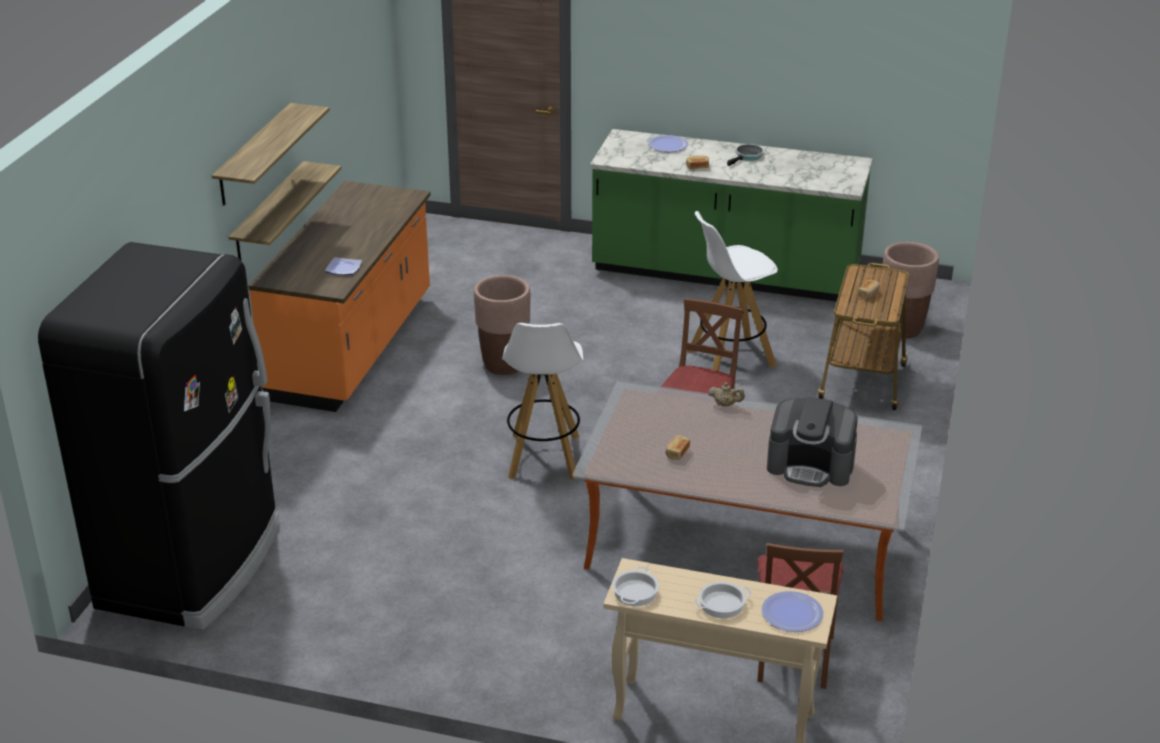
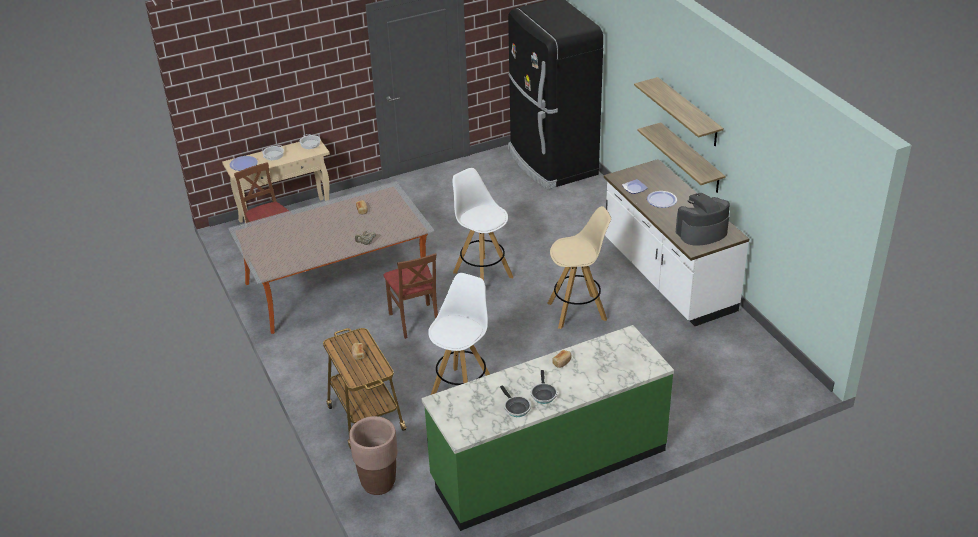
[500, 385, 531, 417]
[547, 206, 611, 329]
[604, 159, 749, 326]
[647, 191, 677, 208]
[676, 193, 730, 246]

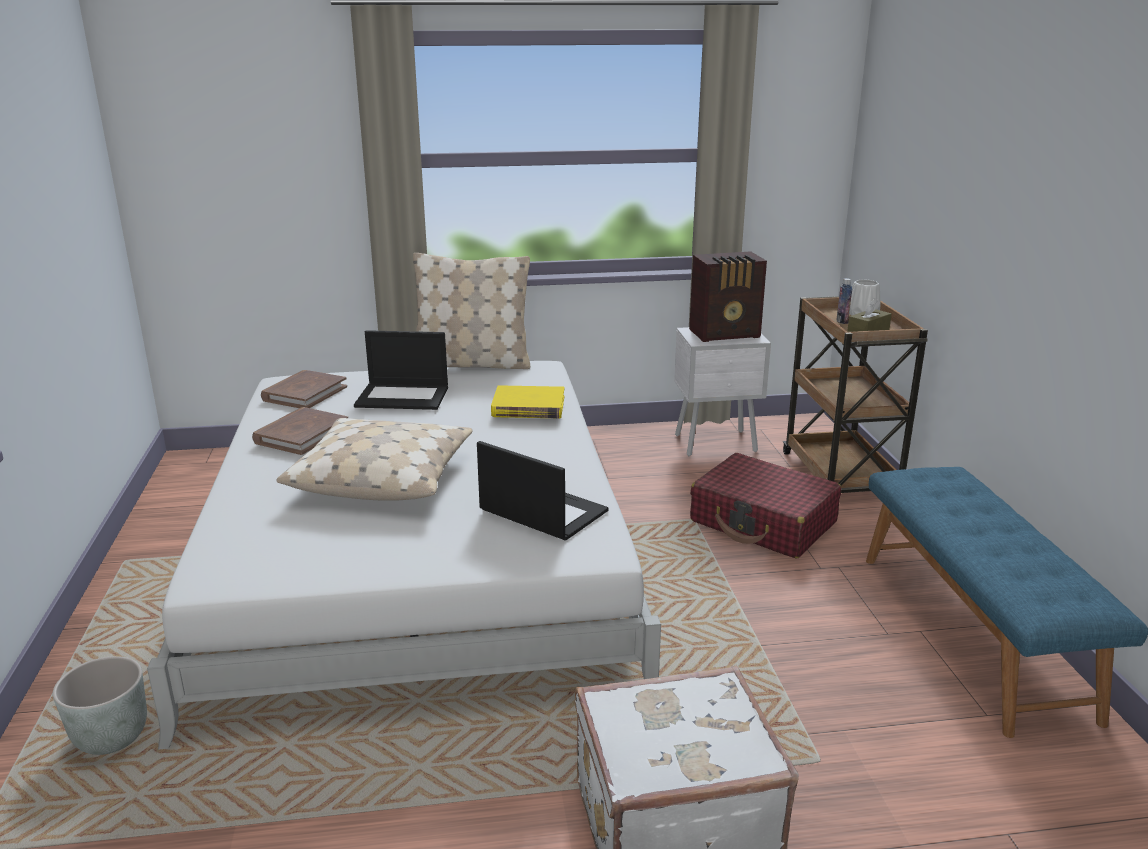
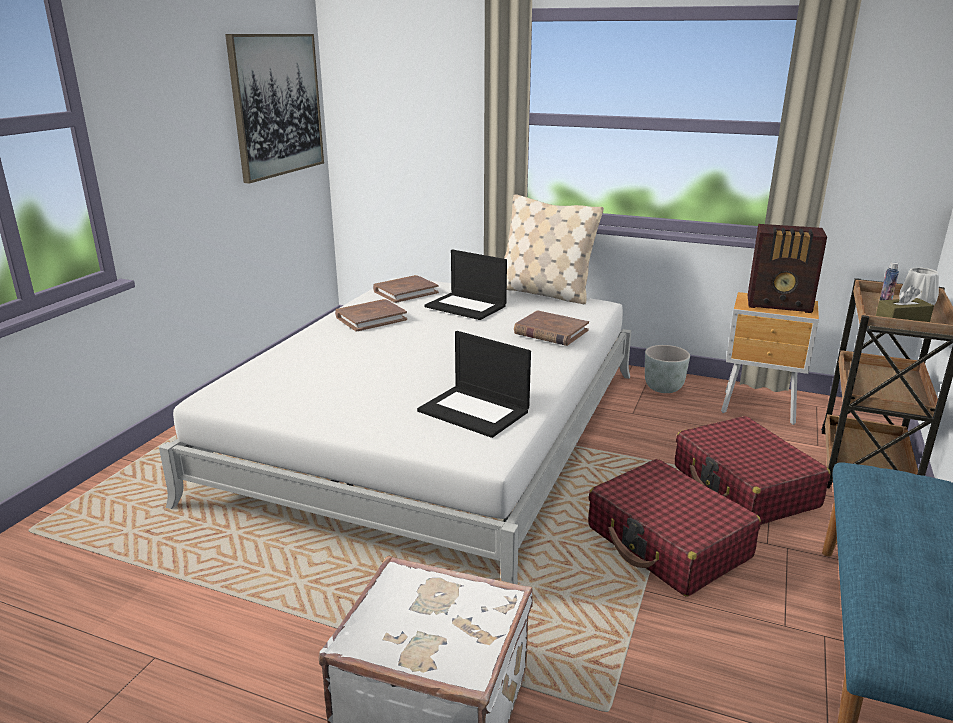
[225, 34, 324, 184]
[417, 331, 531, 438]
[514, 310, 589, 346]
[588, 459, 761, 597]
[645, 345, 690, 393]
[721, 292, 819, 425]
[276, 418, 473, 501] (first image)

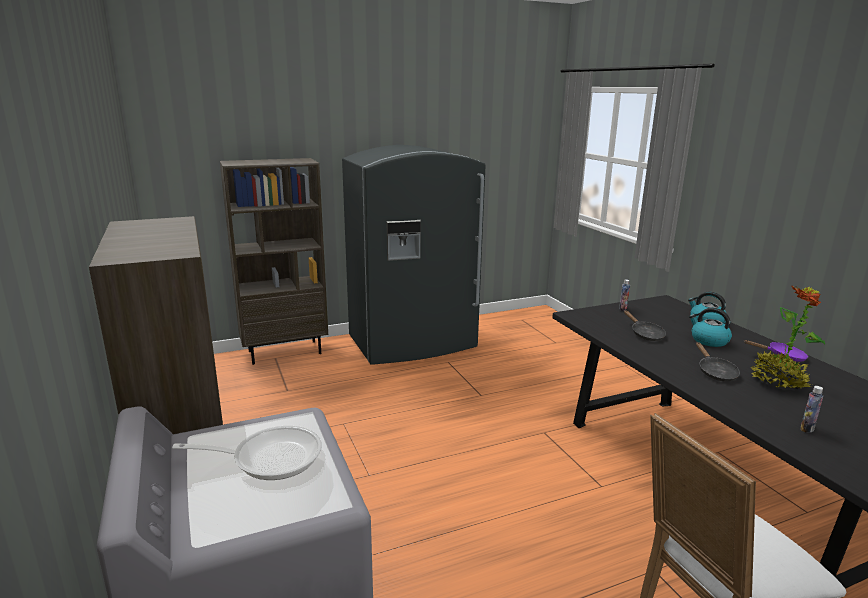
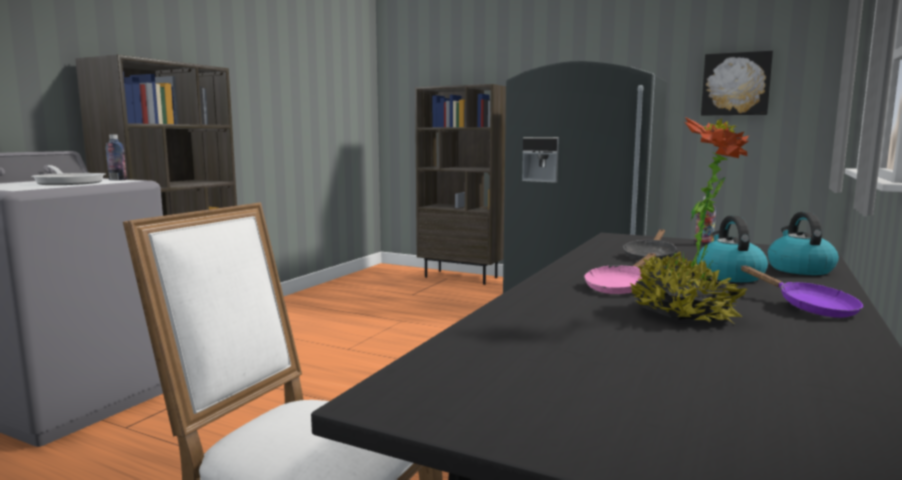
[106, 134, 127, 180]
[584, 253, 656, 294]
[701, 51, 773, 116]

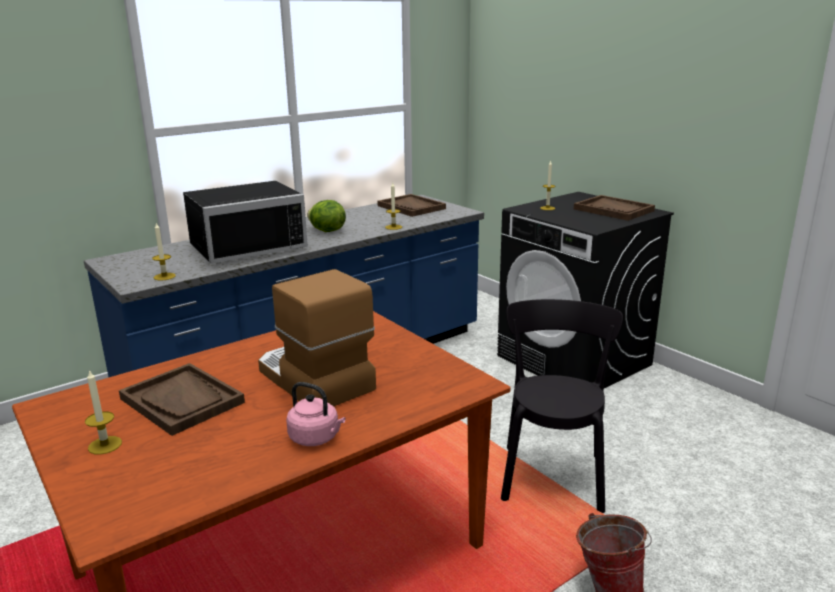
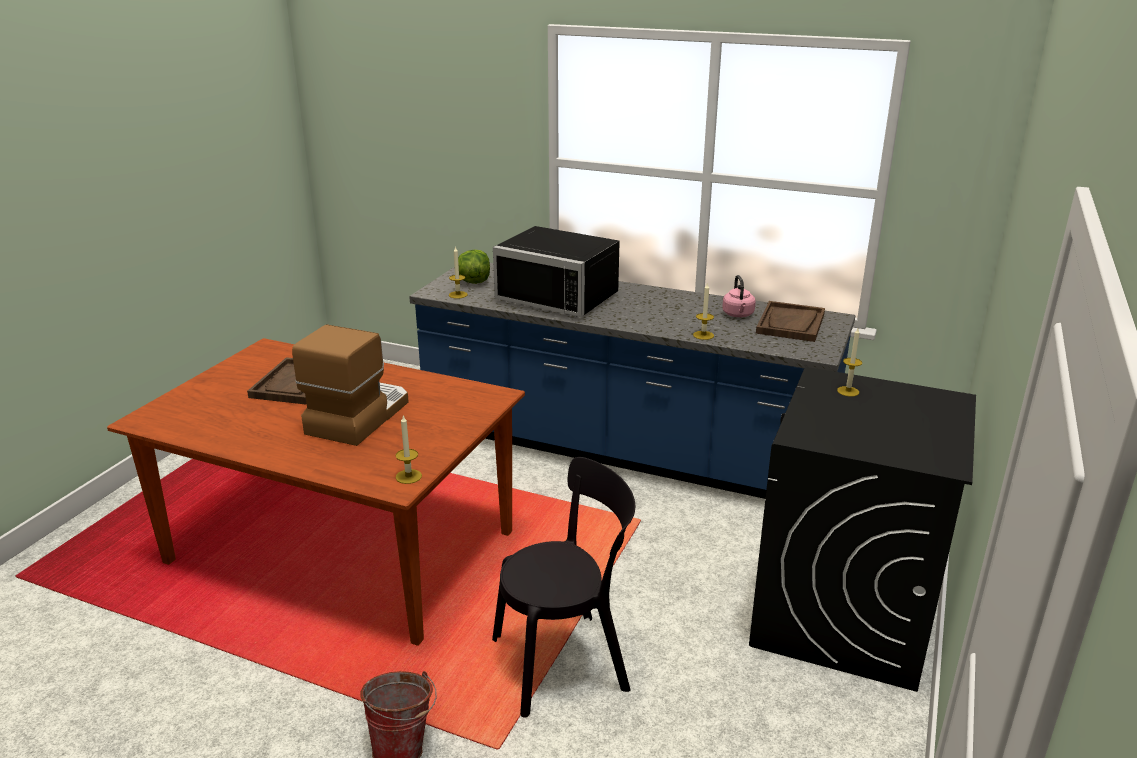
[395, 416, 422, 484]
[454, 249, 490, 284]
[722, 275, 756, 317]
[574, 195, 655, 221] (first image)

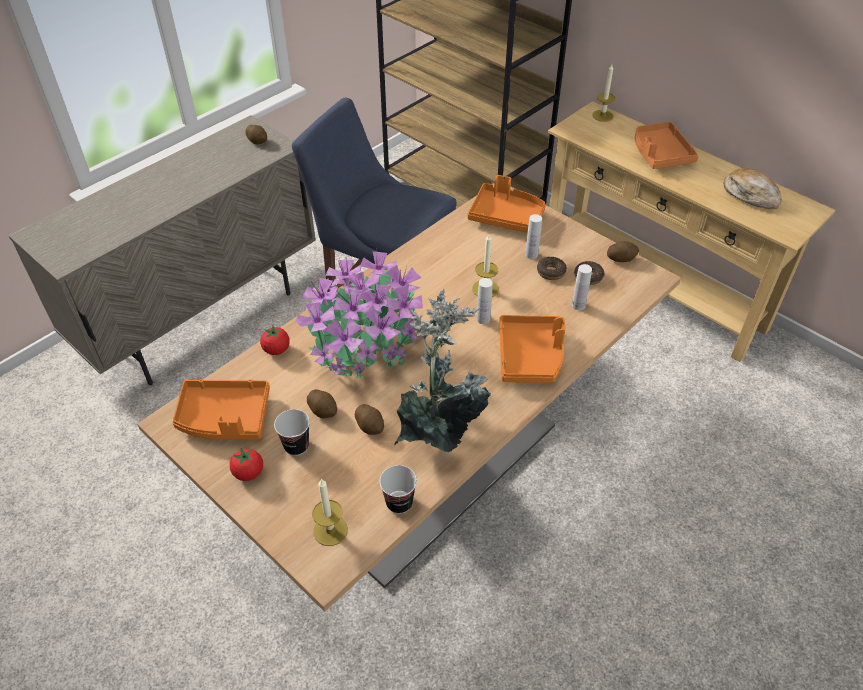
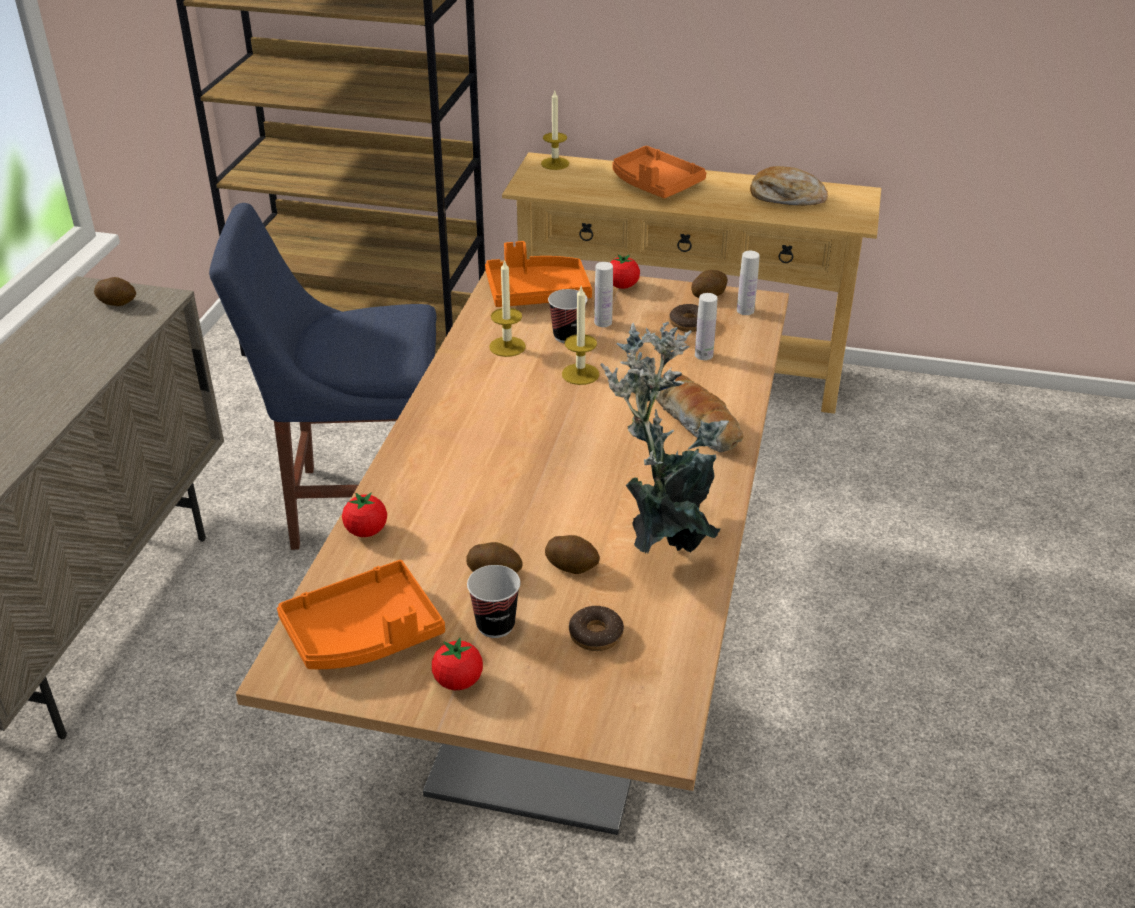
[489, 259, 526, 357]
[548, 289, 588, 343]
[569, 606, 624, 651]
[610, 254, 640, 289]
[656, 375, 744, 453]
[737, 251, 760, 315]
[295, 251, 423, 380] (first image)

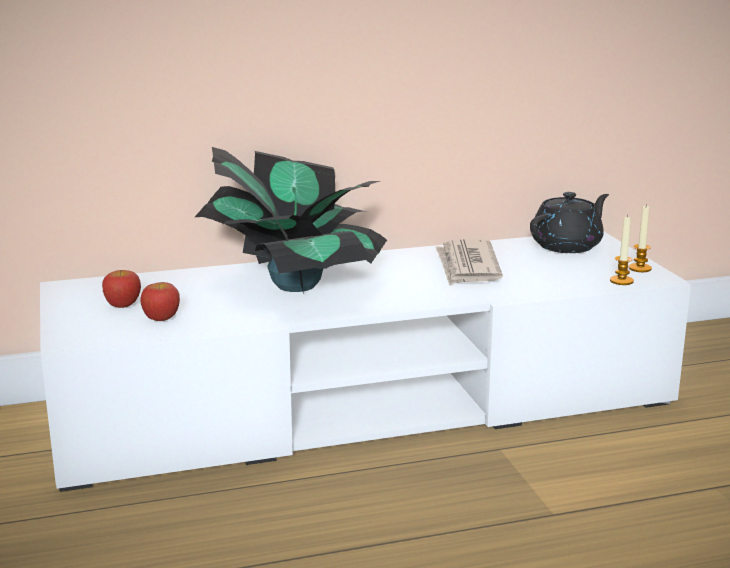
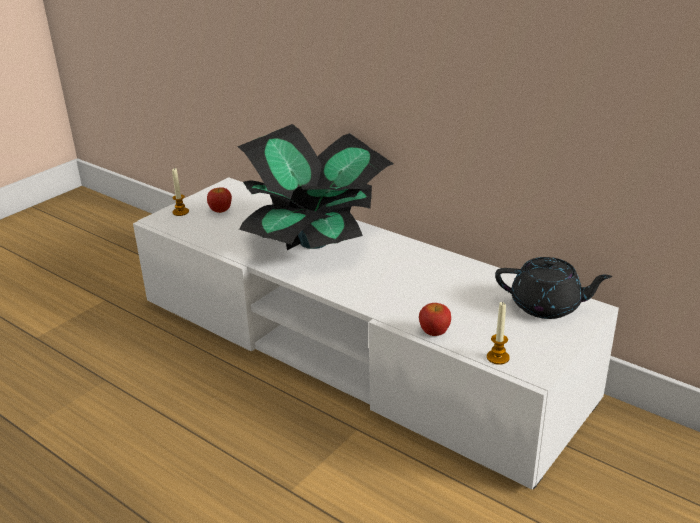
[172, 168, 189, 216]
[419, 303, 451, 336]
[436, 239, 503, 286] (first image)

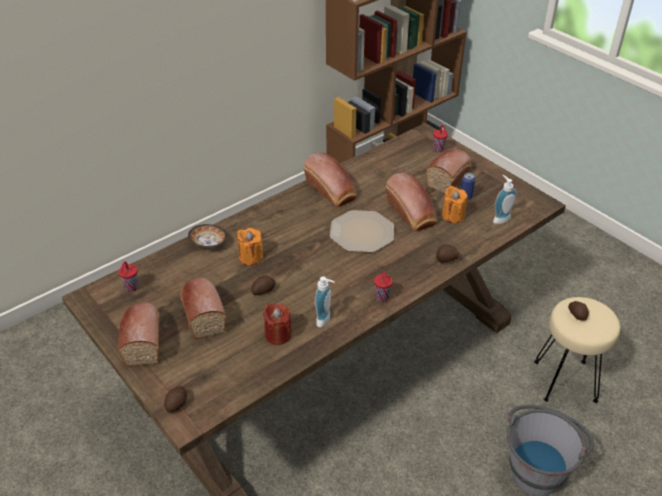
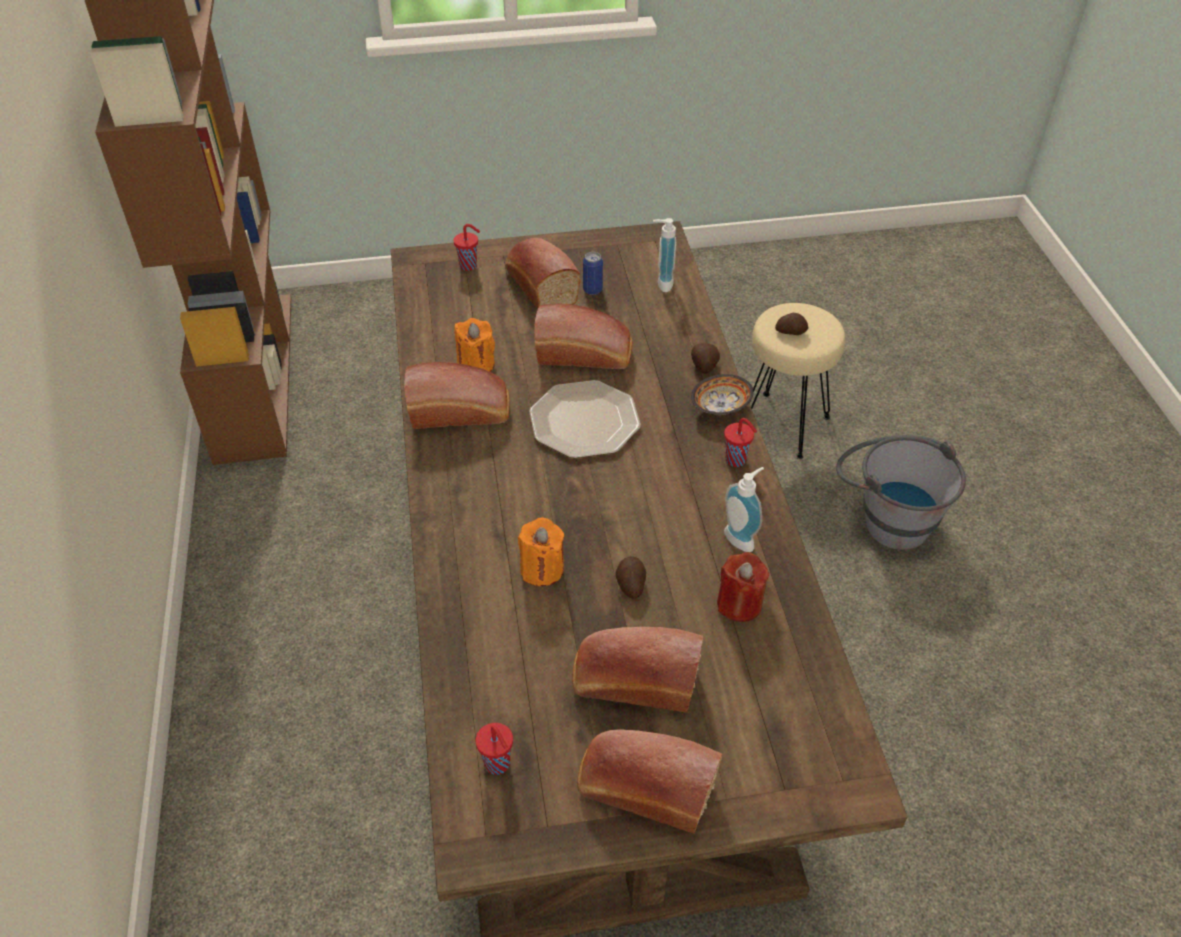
[454, 318, 495, 372]
[691, 374, 754, 415]
[164, 386, 187, 413] (first image)

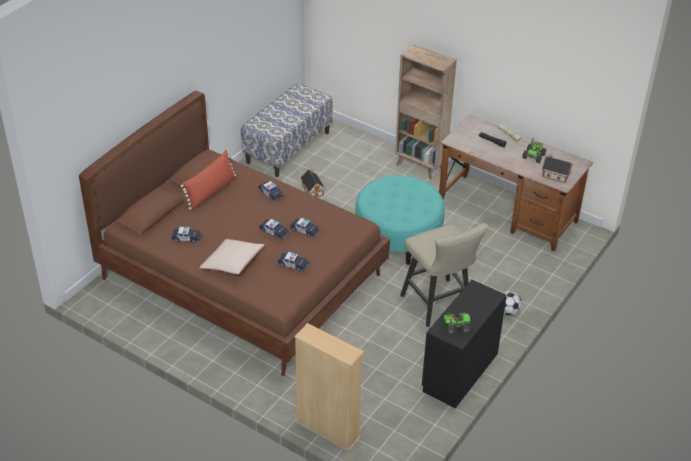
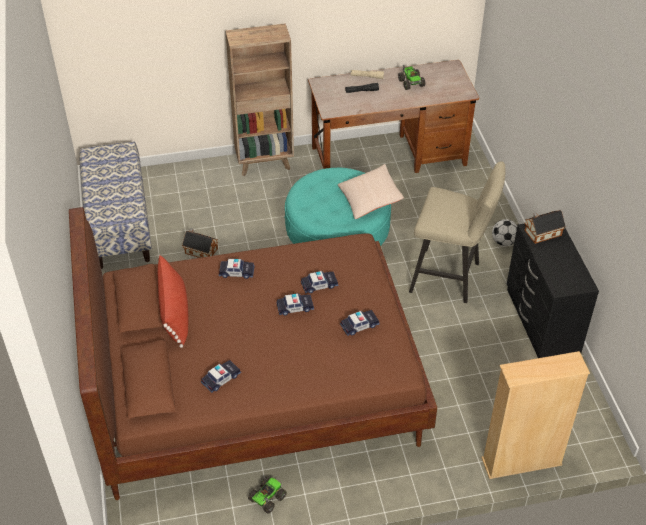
[248, 477, 287, 514]
[338, 164, 404, 219]
[525, 210, 566, 244]

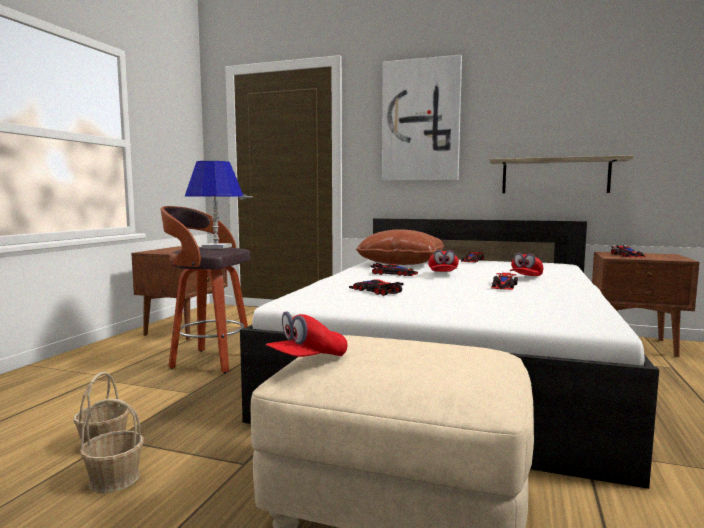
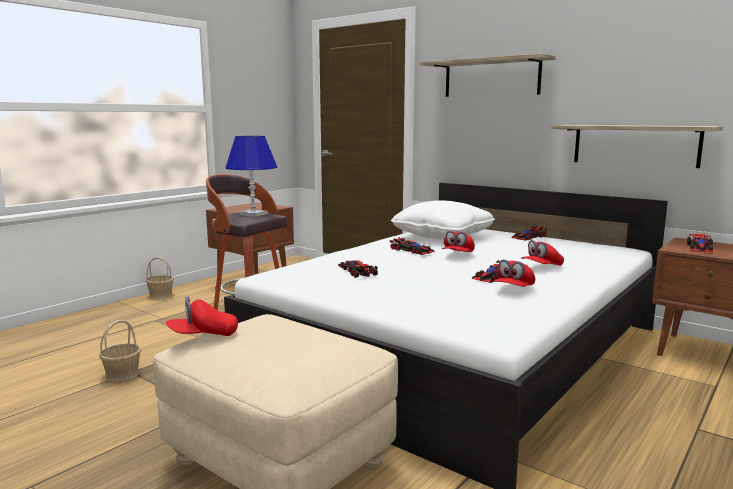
[145, 257, 174, 299]
[391, 200, 495, 240]
[420, 53, 556, 97]
[493, 259, 535, 287]

